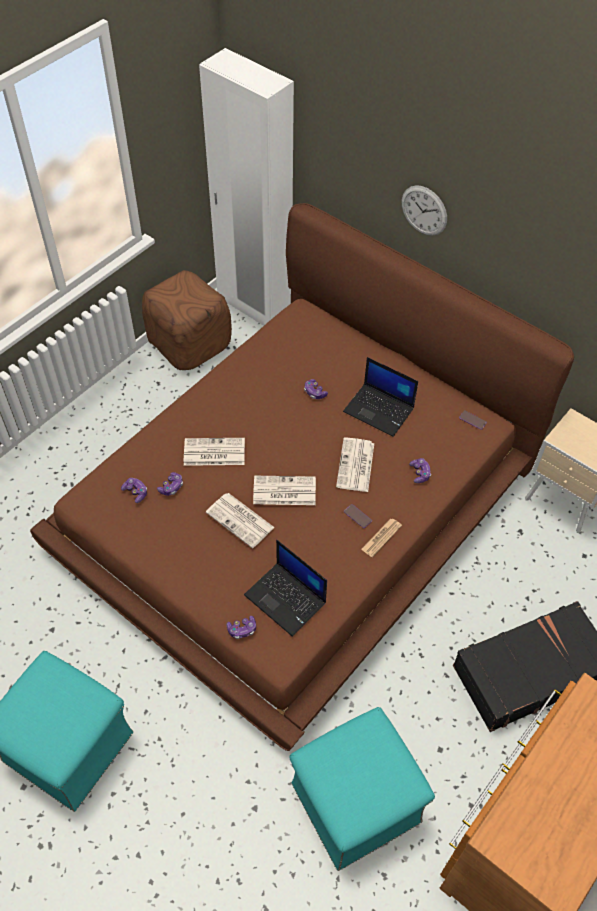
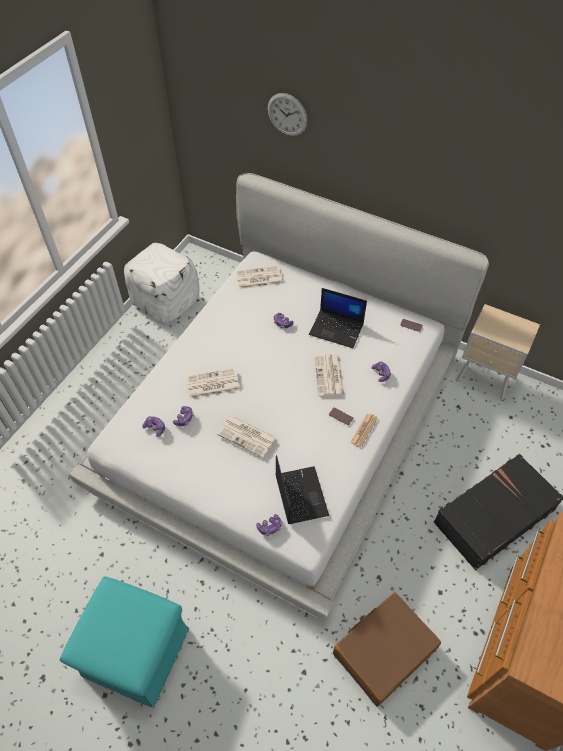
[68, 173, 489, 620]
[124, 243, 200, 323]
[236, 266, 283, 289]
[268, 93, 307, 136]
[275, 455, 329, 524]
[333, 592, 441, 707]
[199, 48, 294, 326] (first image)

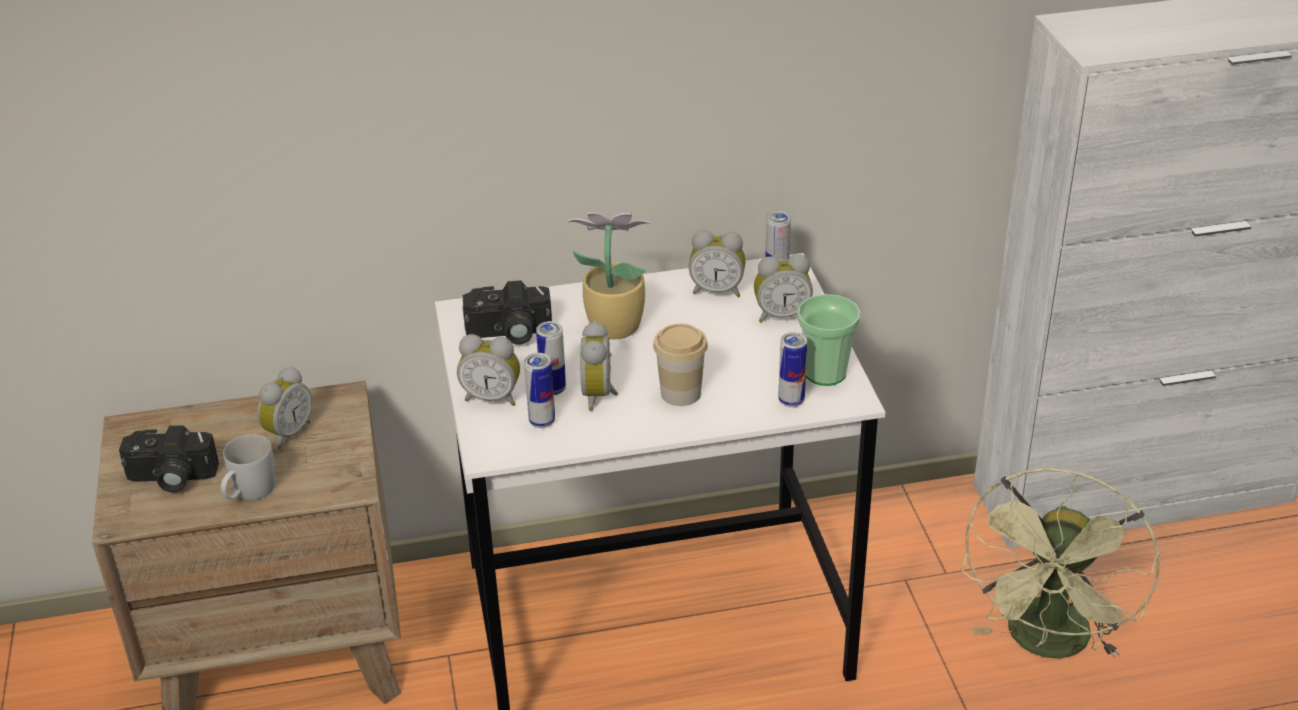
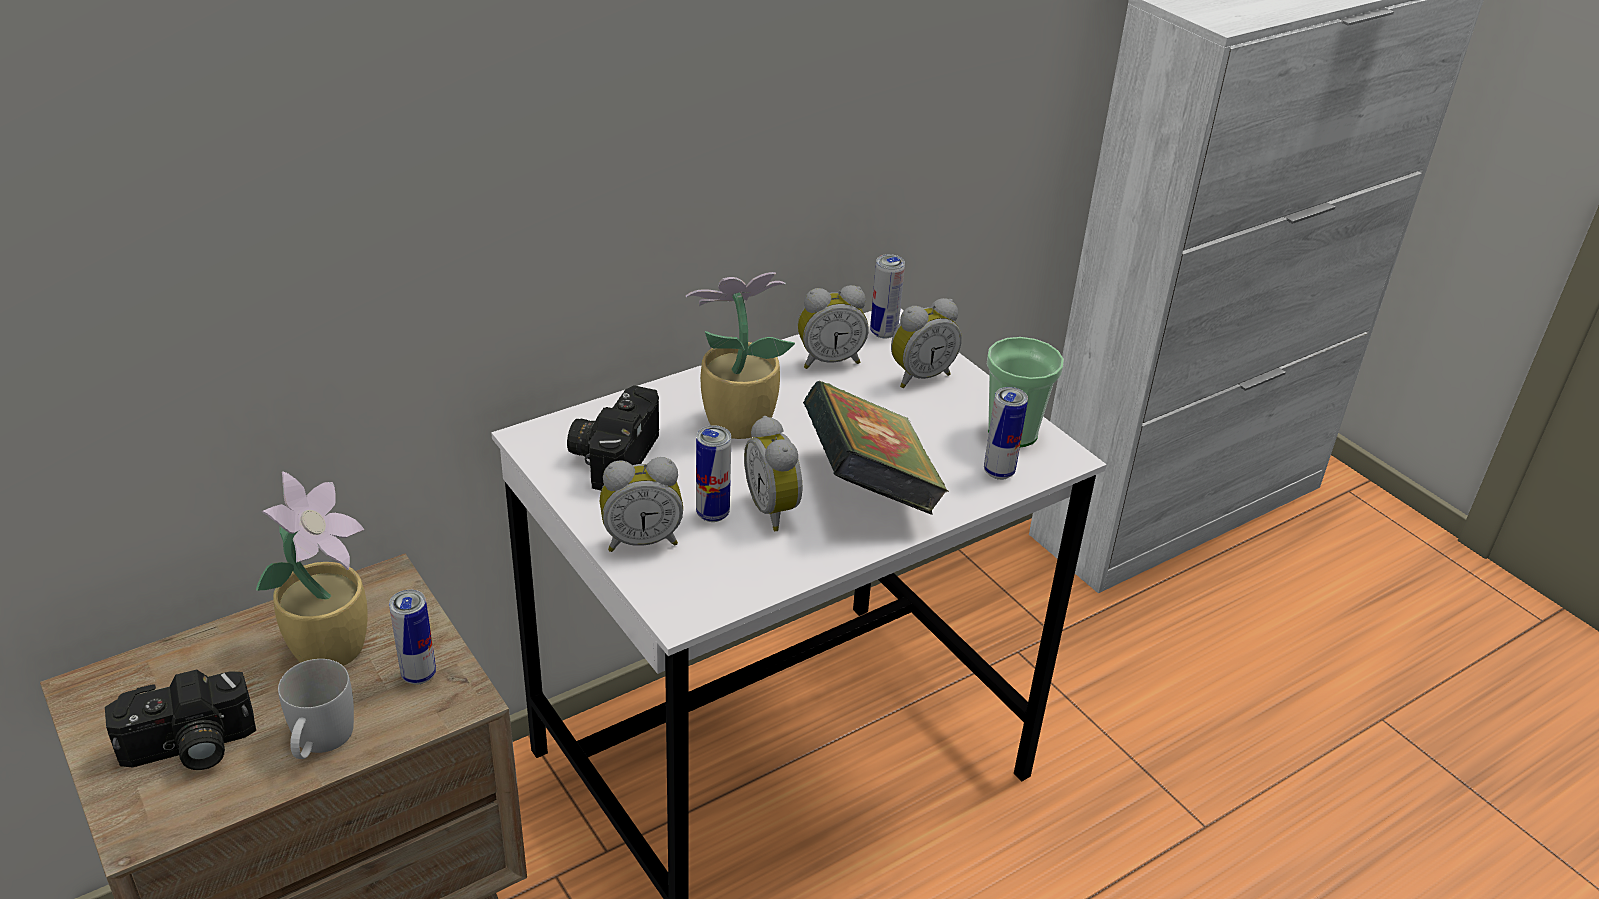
[256, 471, 368, 666]
[389, 590, 436, 685]
[567, 385, 659, 490]
[803, 381, 949, 515]
[960, 468, 1160, 659] (first image)

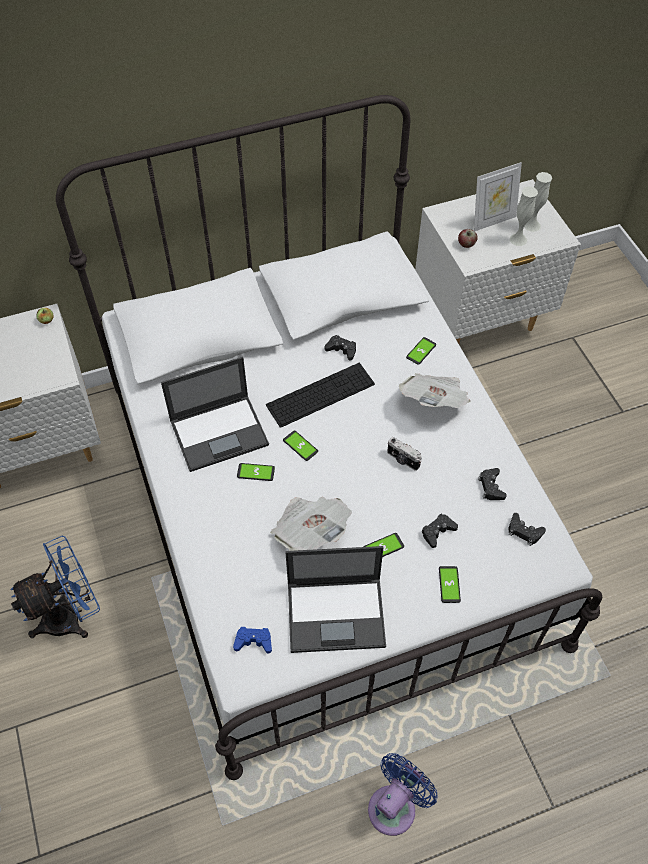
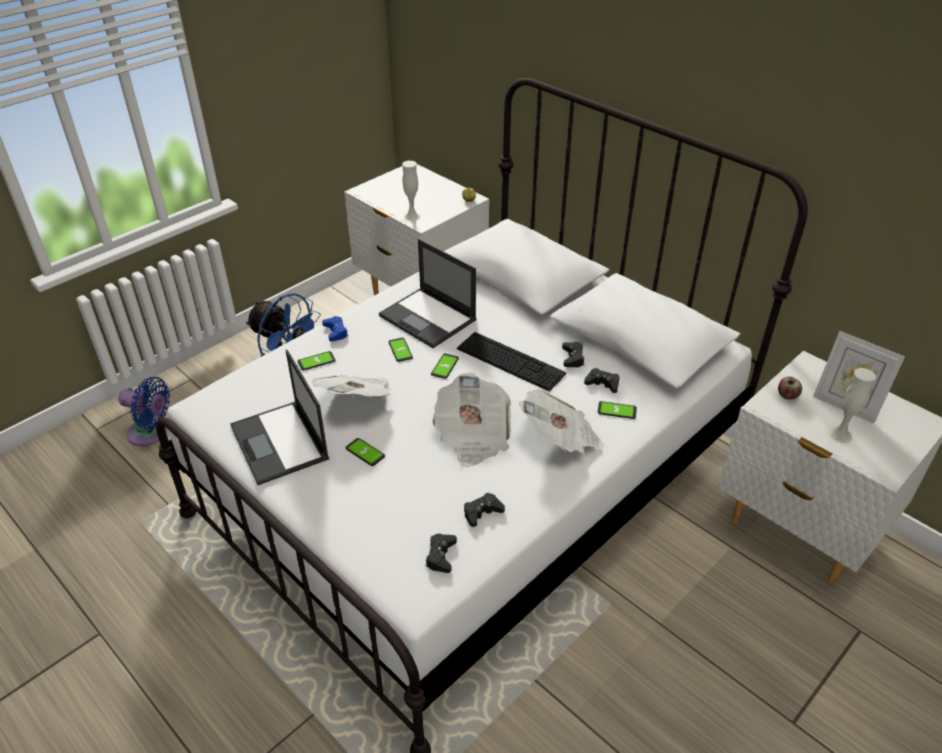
[118, 377, 170, 446]
[298, 351, 336, 371]
[322, 316, 348, 342]
[402, 161, 420, 221]
[432, 373, 511, 468]
[584, 368, 620, 393]

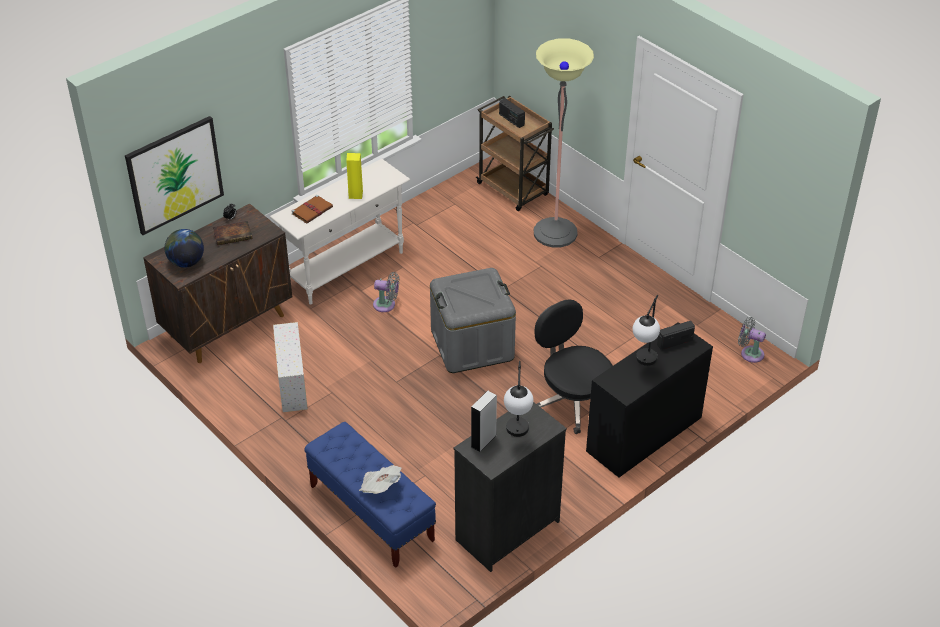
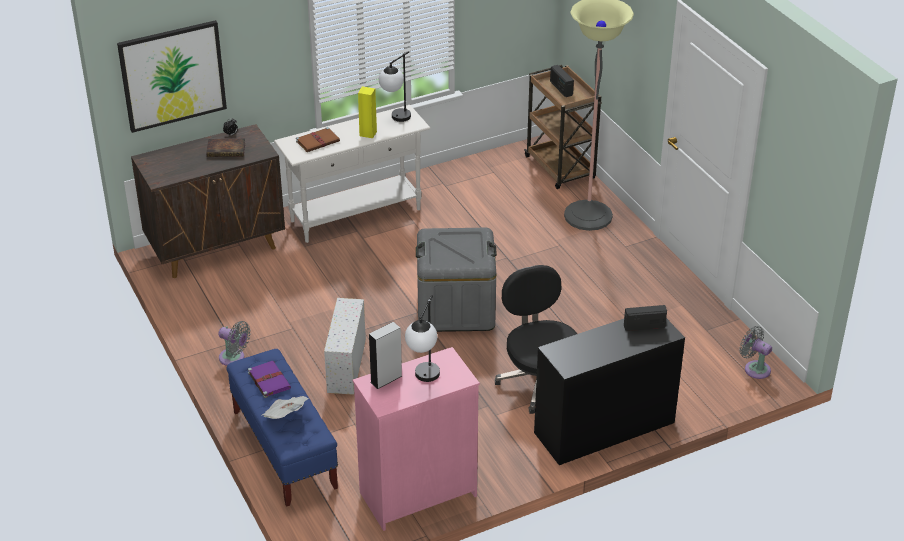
[218, 321, 250, 366]
[248, 361, 291, 398]
[324, 298, 366, 395]
[353, 347, 480, 531]
[379, 51, 411, 122]
[165, 229, 204, 268] (first image)

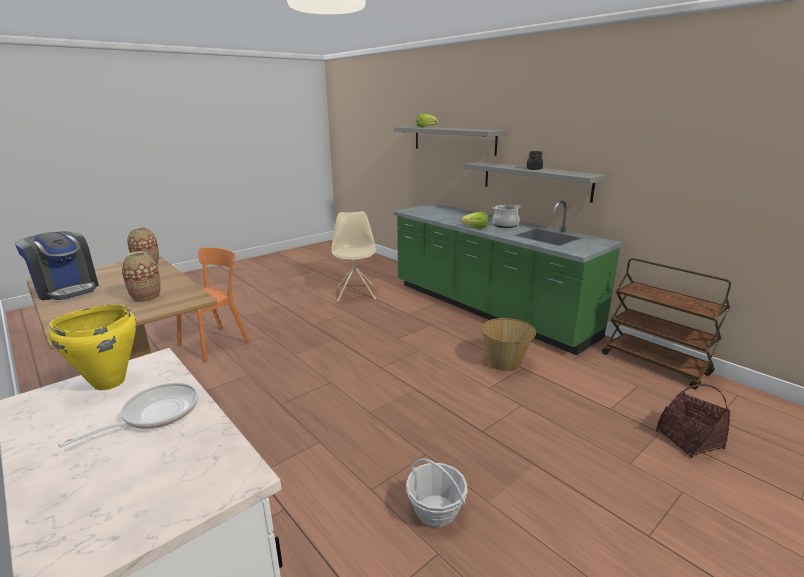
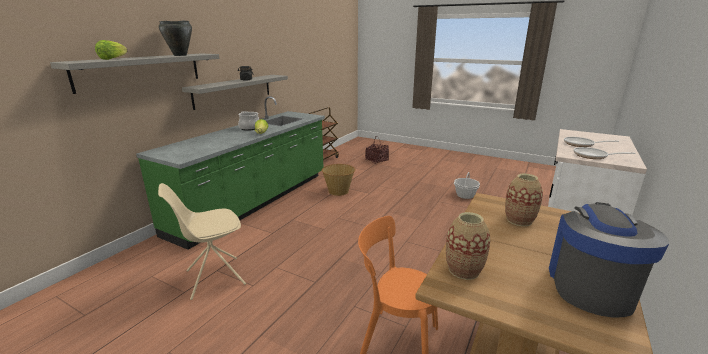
[159, 20, 192, 56]
[574, 147, 636, 159]

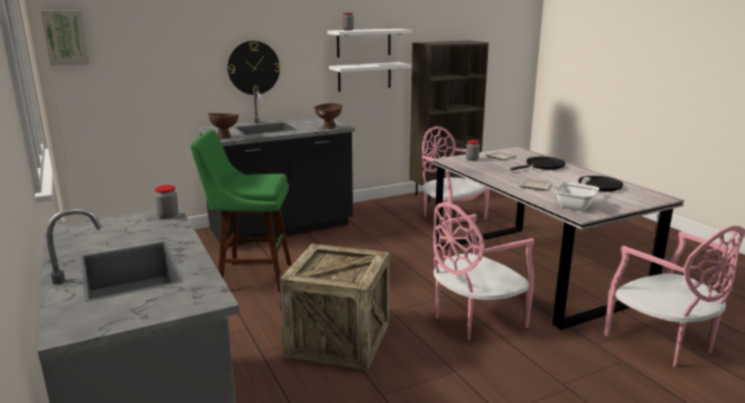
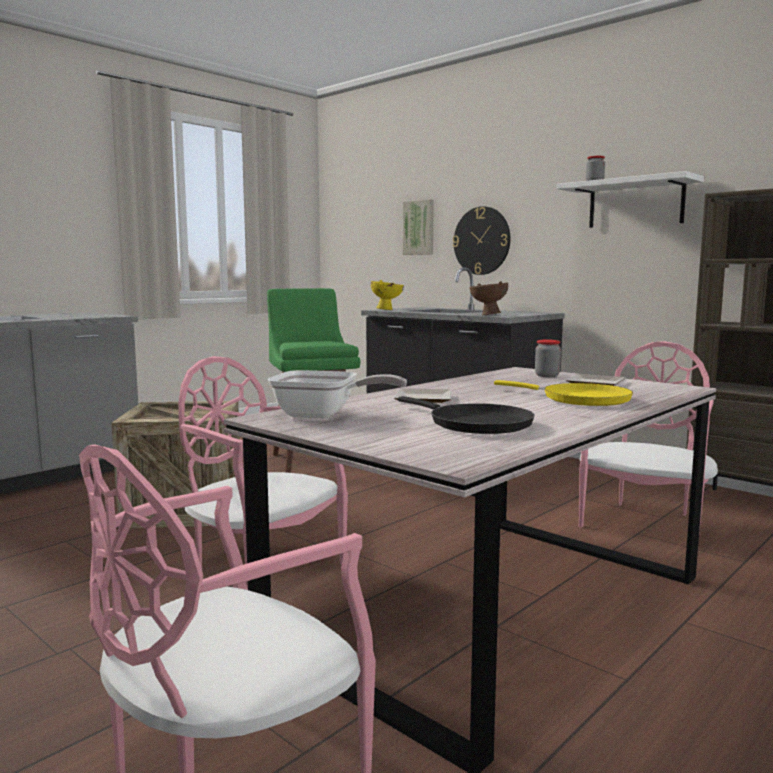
[371, 280, 404, 310]
[403, 199, 434, 255]
[494, 380, 633, 406]
[155, 185, 179, 219] (first image)
[329, 62, 412, 92] (first image)

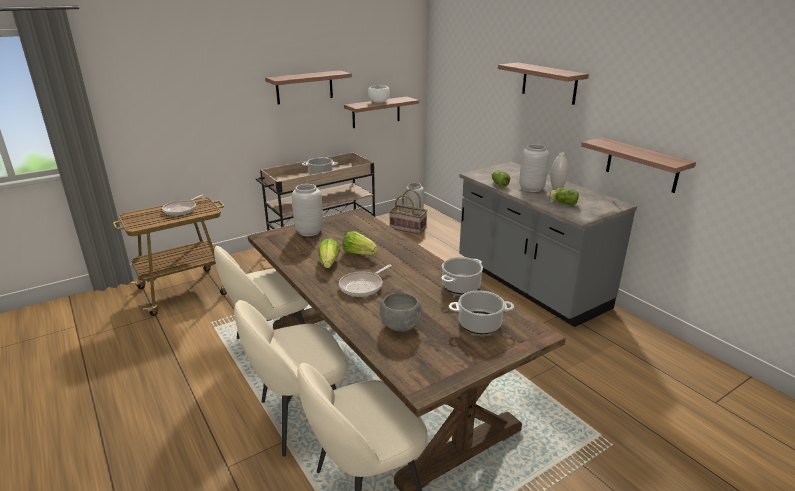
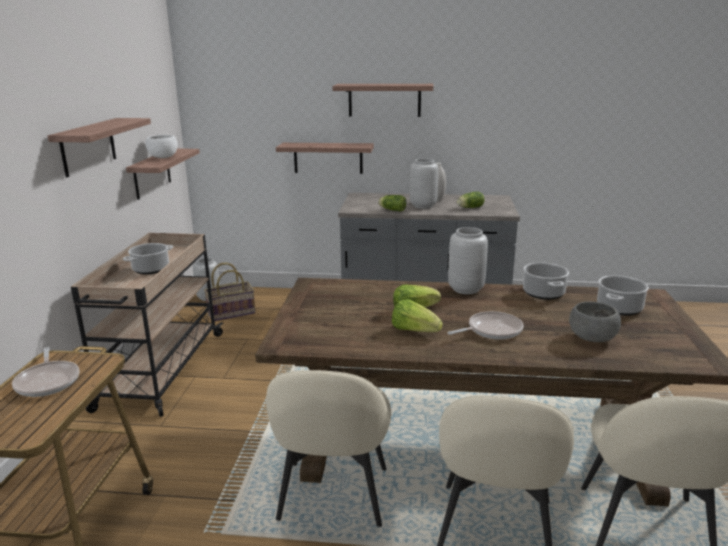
[276, 143, 374, 174]
[448, 227, 488, 294]
[448, 311, 523, 340]

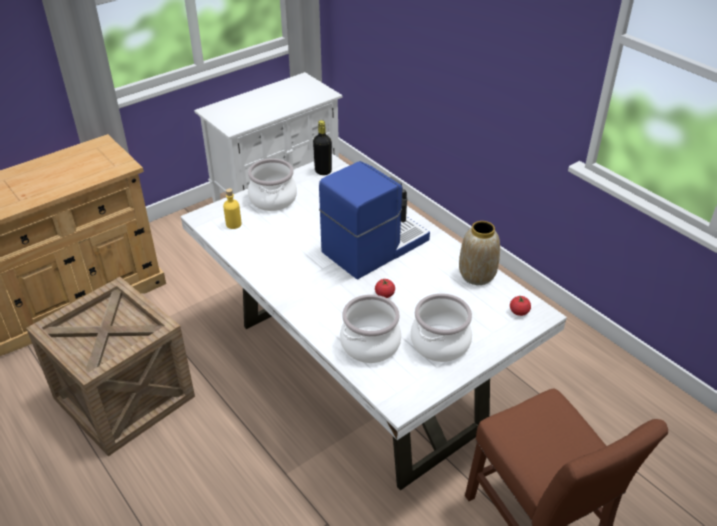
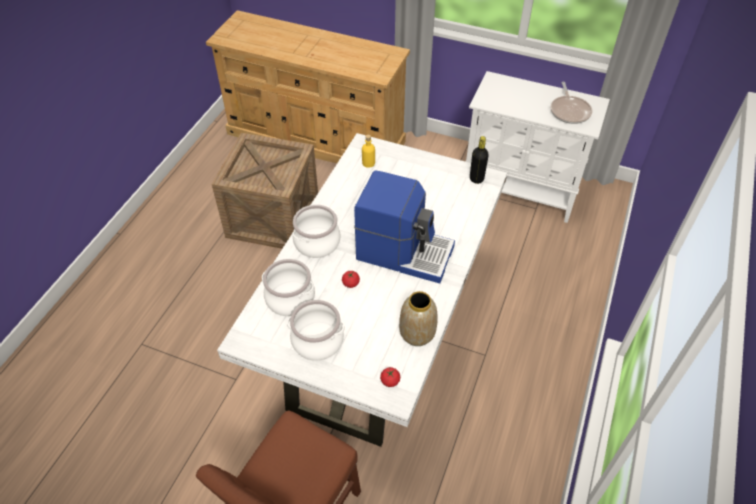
[293, 205, 340, 258]
[551, 82, 592, 124]

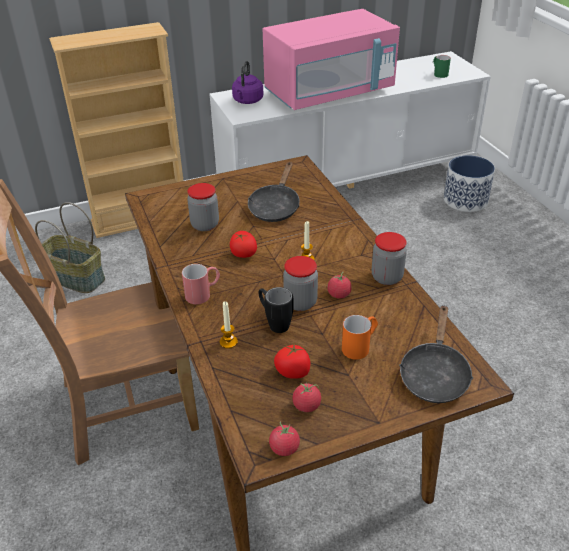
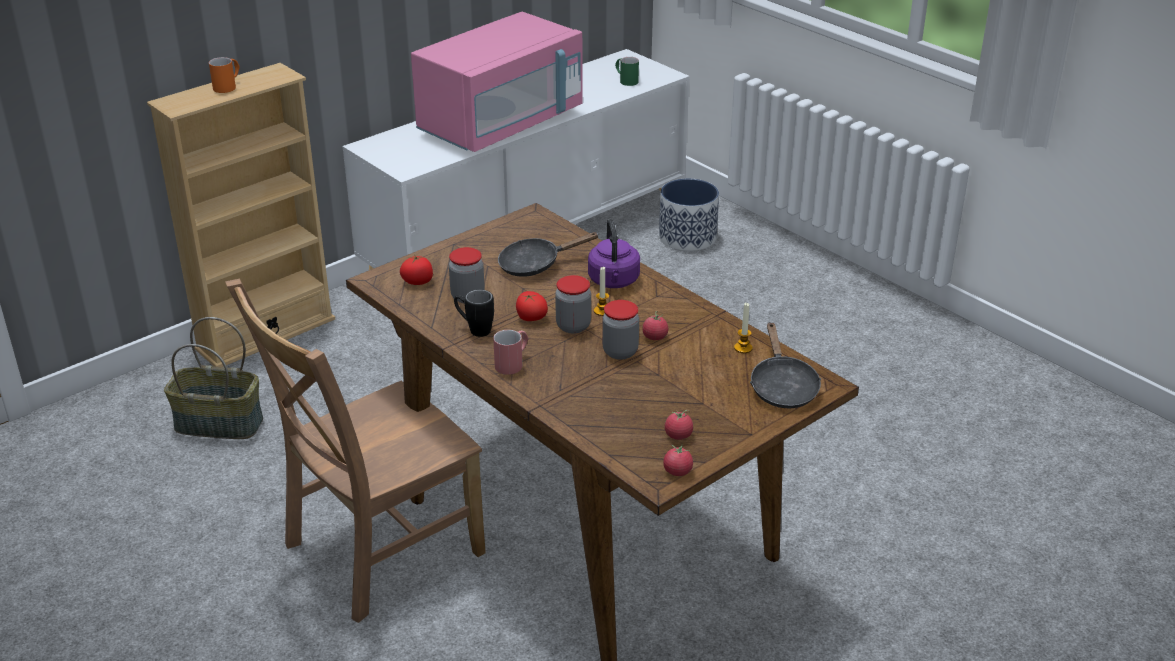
[209, 57, 240, 93]
[400, 254, 433, 285]
[454, 289, 494, 337]
[498, 232, 599, 277]
[555, 275, 591, 334]
[588, 219, 640, 288]
[734, 303, 753, 353]

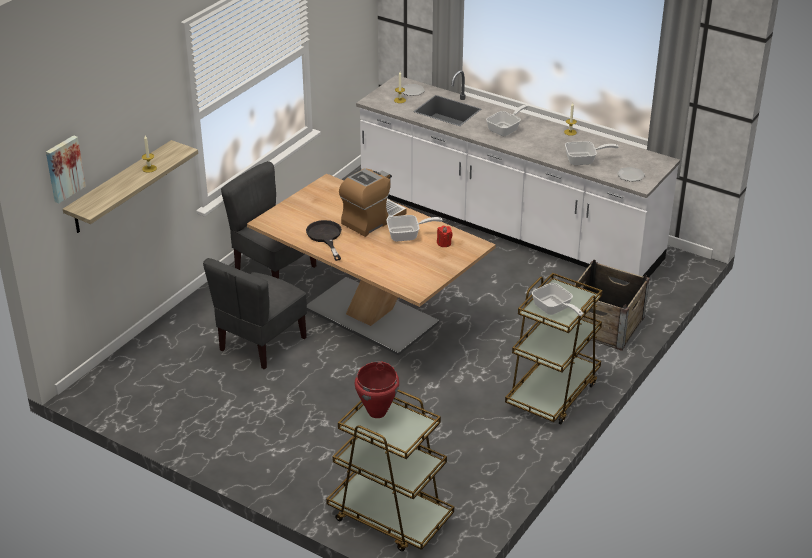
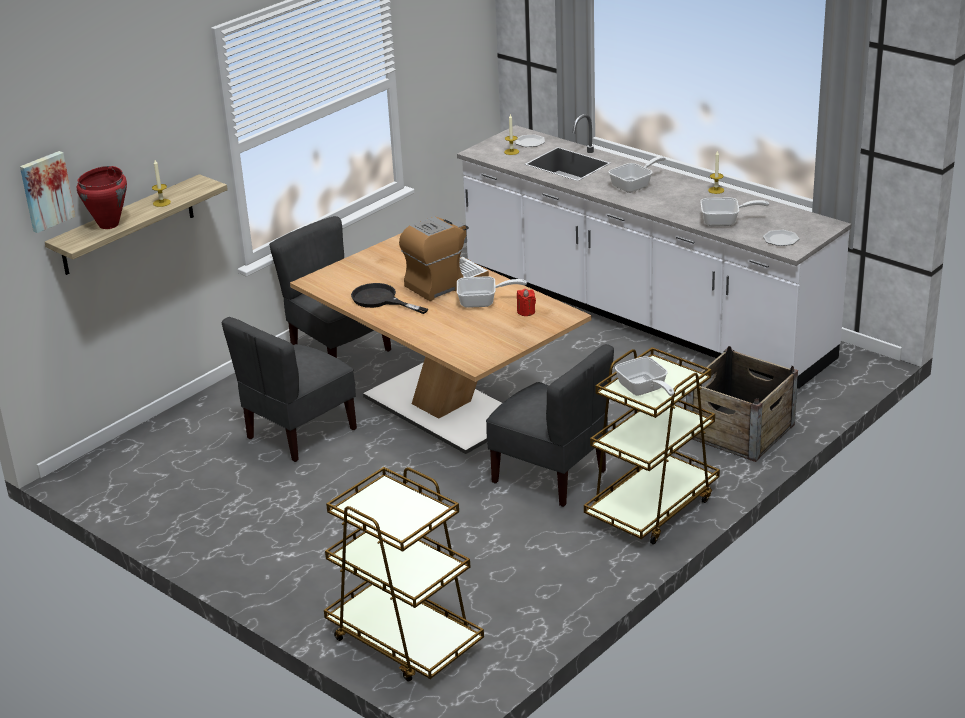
[77, 166, 127, 229]
[351, 283, 428, 314]
[486, 344, 614, 507]

